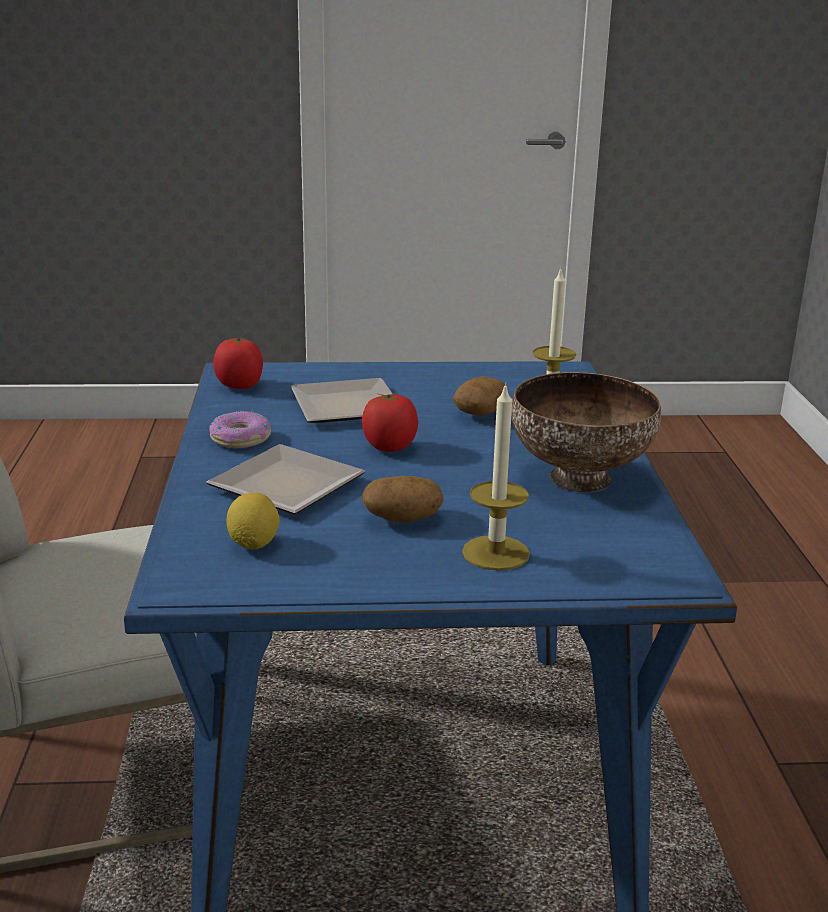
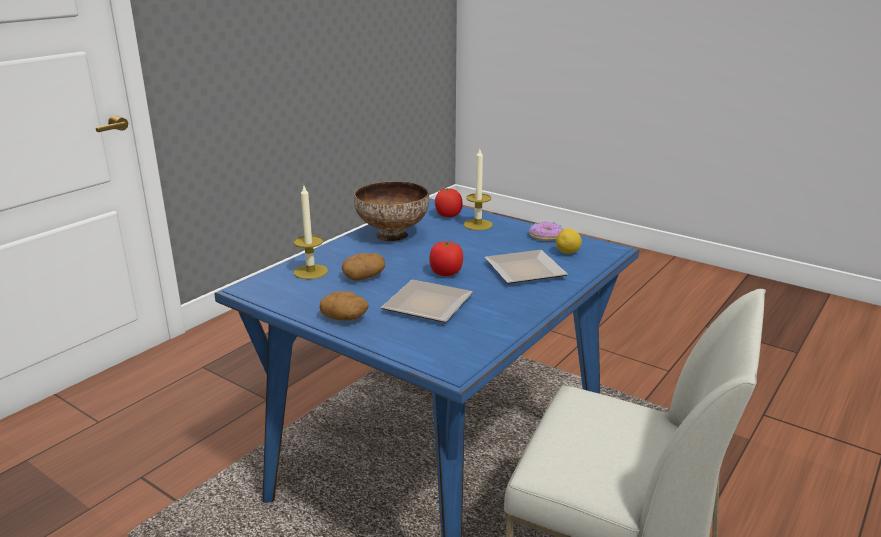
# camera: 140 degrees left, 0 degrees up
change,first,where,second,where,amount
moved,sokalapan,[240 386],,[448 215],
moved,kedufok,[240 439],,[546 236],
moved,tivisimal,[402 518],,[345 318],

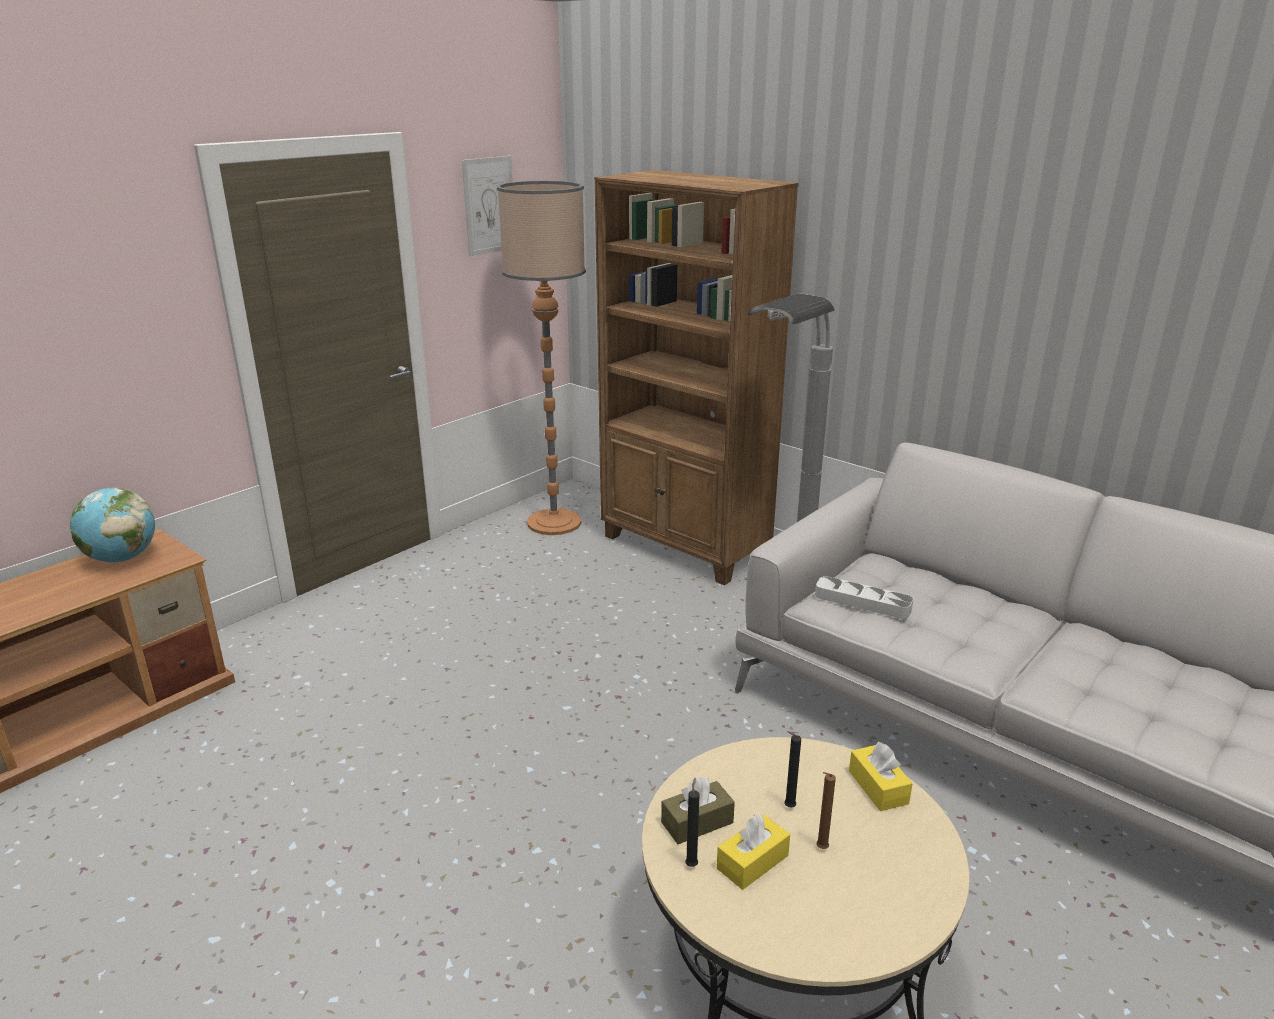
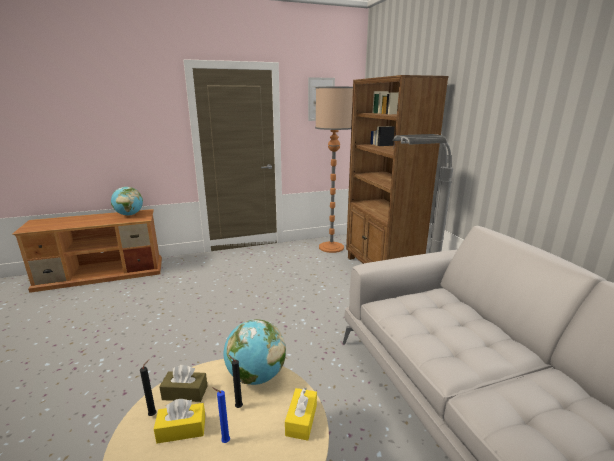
# camera: 30 degrees right, 5 degrees down
change,first,where,second,where,amount
removed,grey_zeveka,[862 602],,,
recoloured,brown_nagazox,[820 849],blue_nagazox,[224 441],
added,,,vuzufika,[256 376],

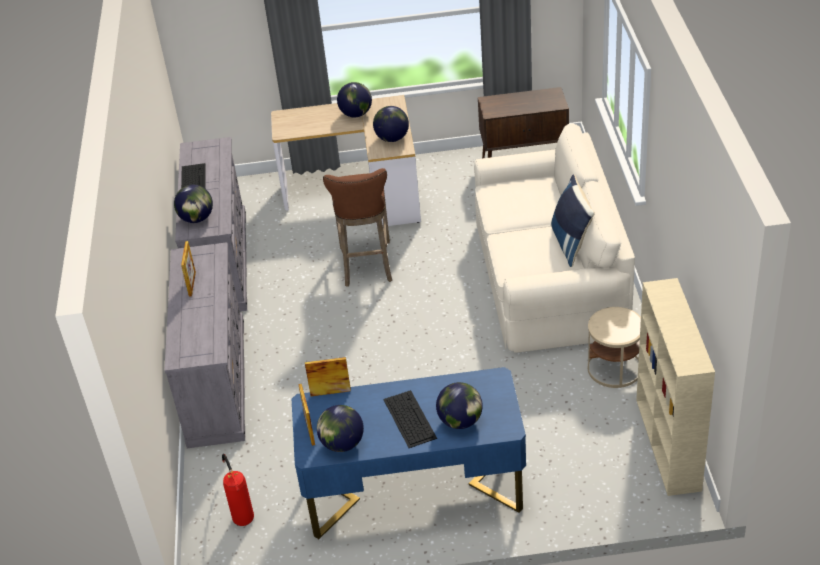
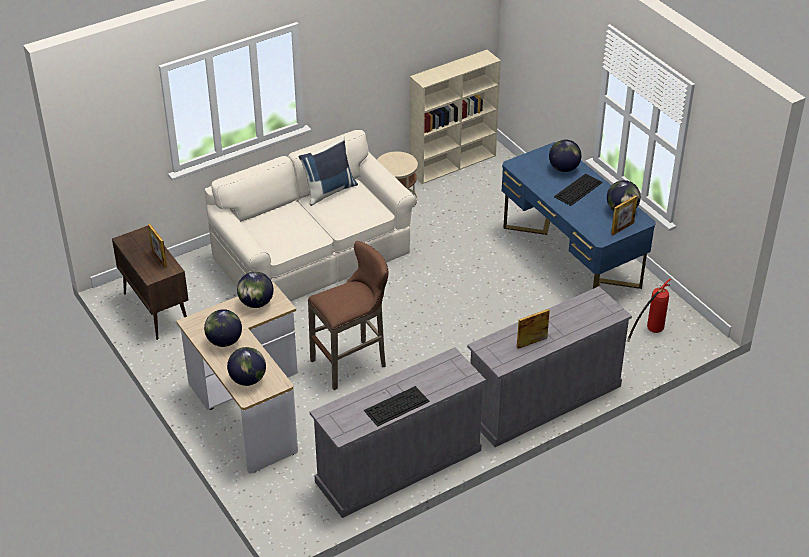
# camera: 120 degrees left, 0 degrees up
change,first,where,second,where,amount
moved,vuzufika,[197 219],,[248 380],
moved,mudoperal,[330 392],,[159 259],

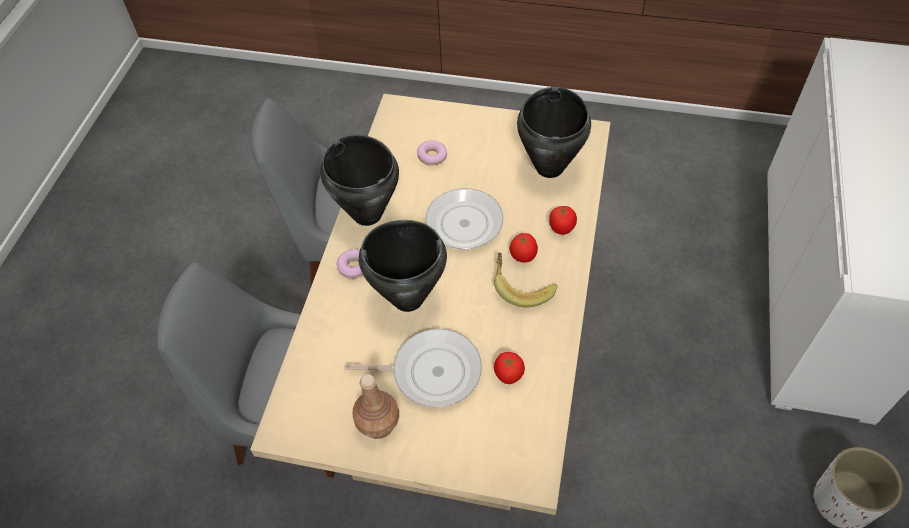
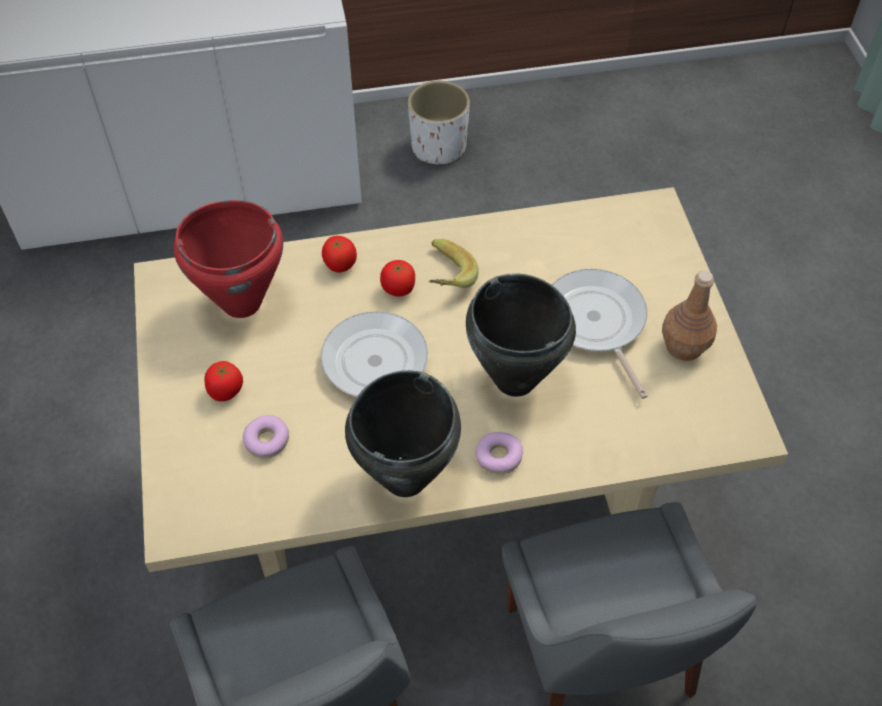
# camera: 115 degrees left, 0 degrees up
change,first,where,second,where,amount
recoloured,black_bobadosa,[550 167],red_bobadosa,[241 302],
moved,sokalapan,[508 374],,[226 391],

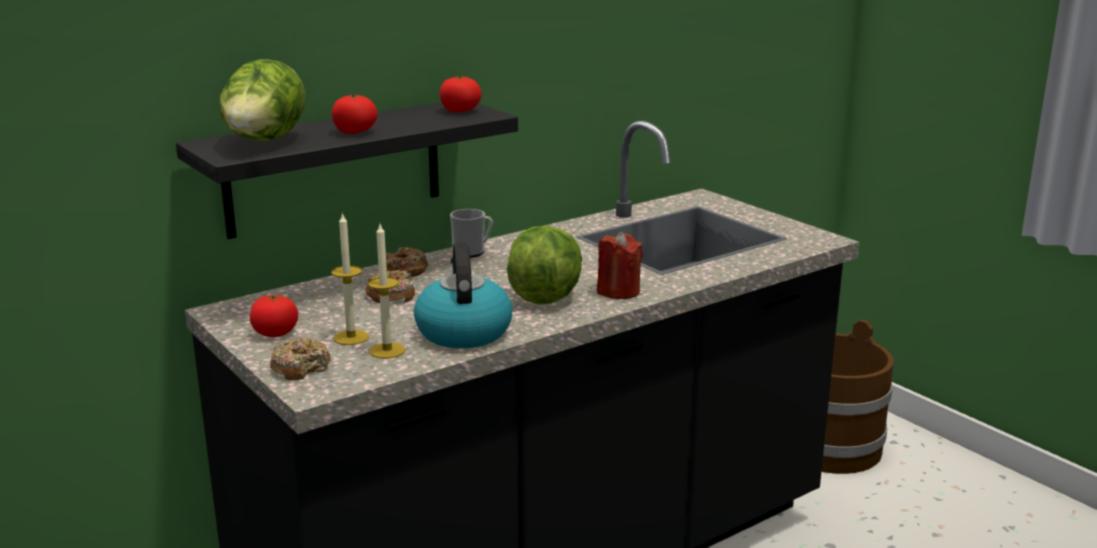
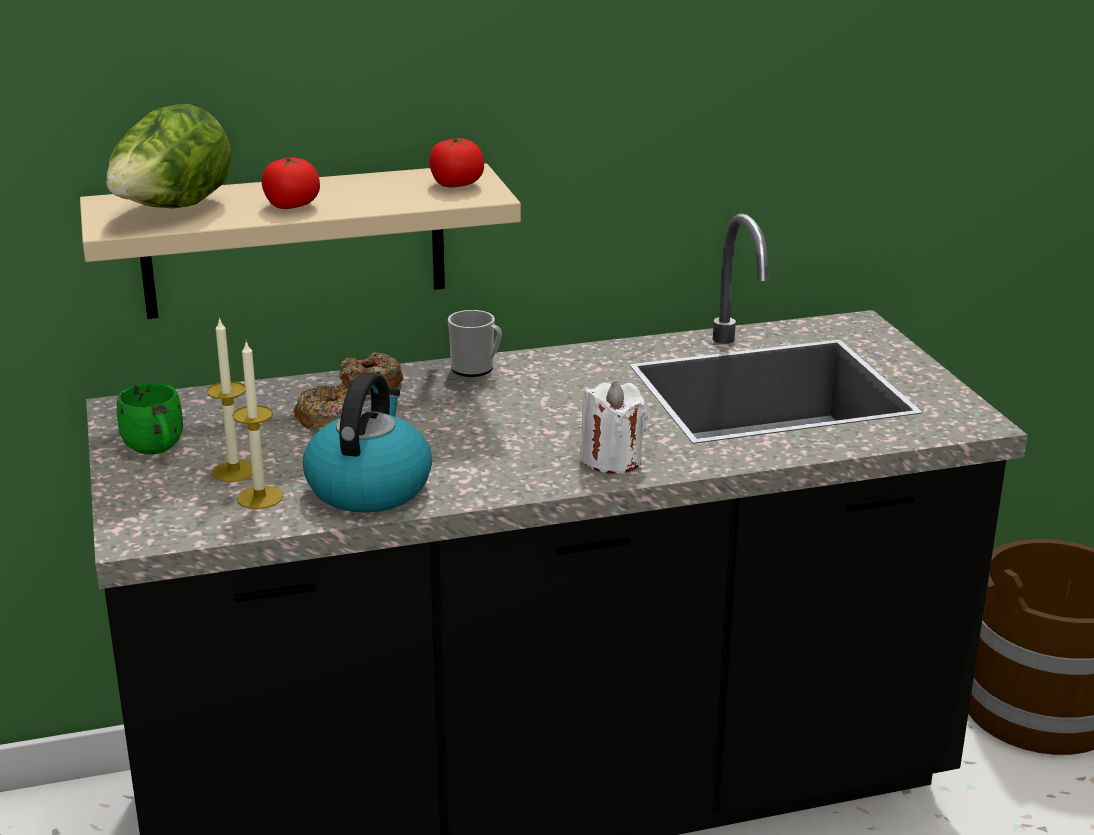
# camera: 20 degrees right, 5 degrees up
change,first,where,second,where,amount
recoloured,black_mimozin,[334 167],beige_mimozin,[294 241],
removed,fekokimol,[545 294],,,
recoloured,red_nagazox,[618 291],white_nagazox,[612 460],
replaced,sokalapan,[275 333],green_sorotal,[156 449],
removed,kedufok,[300 368],,,

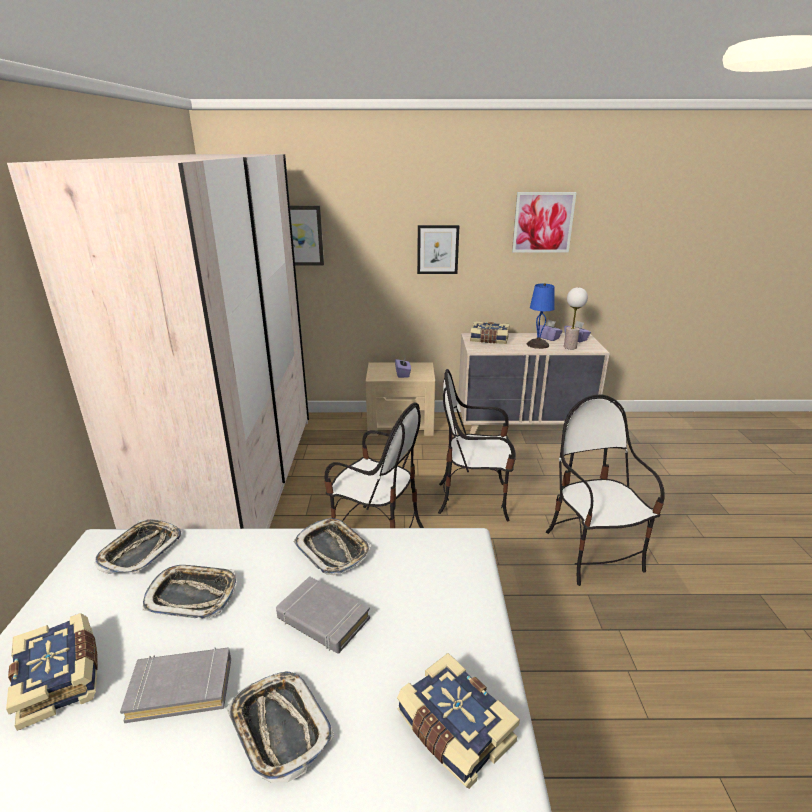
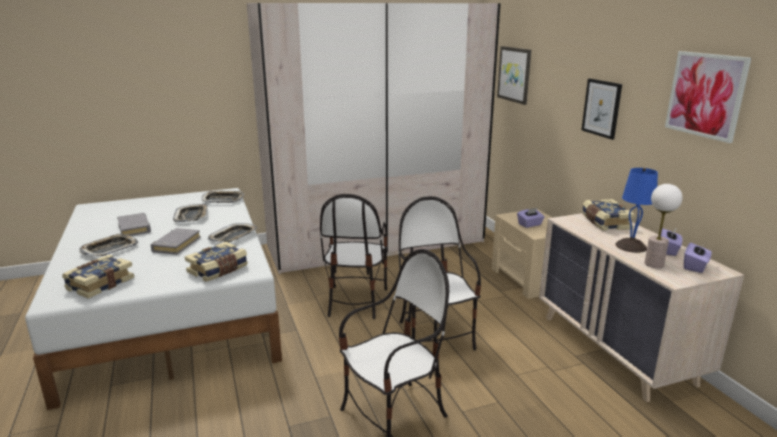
# camera: 70 degrees right, 5 degrees down
change,first,where,second,where,amount
moved,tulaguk,[61 678],,[218 270],

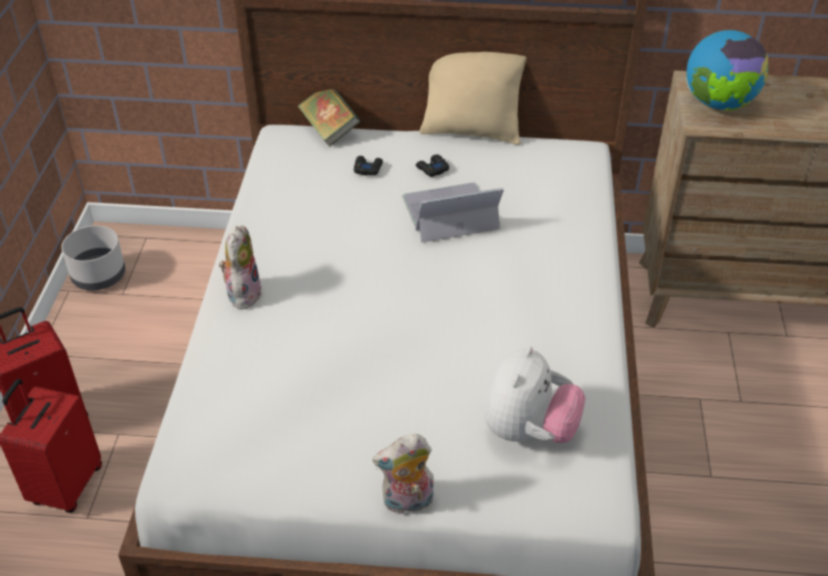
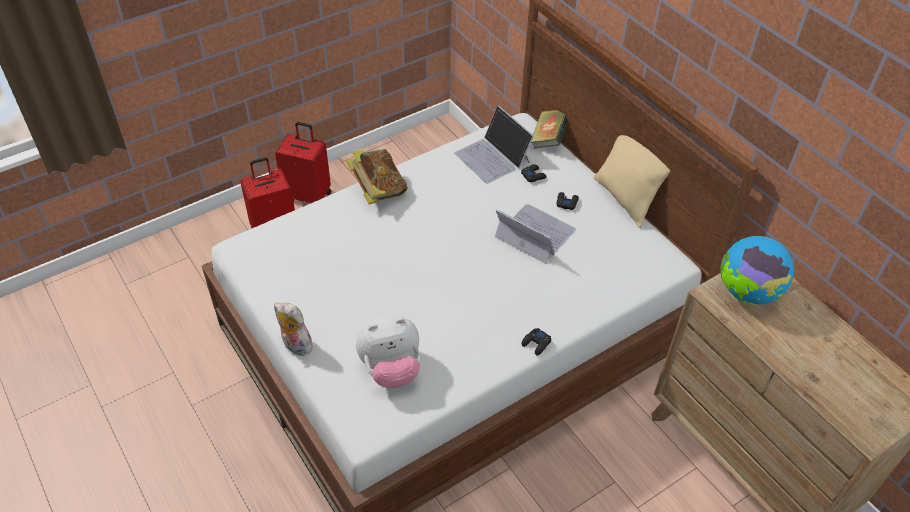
# camera: 50 degrees right, 5 degrees up
change,first,where,second,where,amount
removed,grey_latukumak,[98 276],,,
replaced,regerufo,[242 293],tulaguk,[378 191],
added,,,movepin,[493 157],
added,,,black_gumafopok,[536 343],

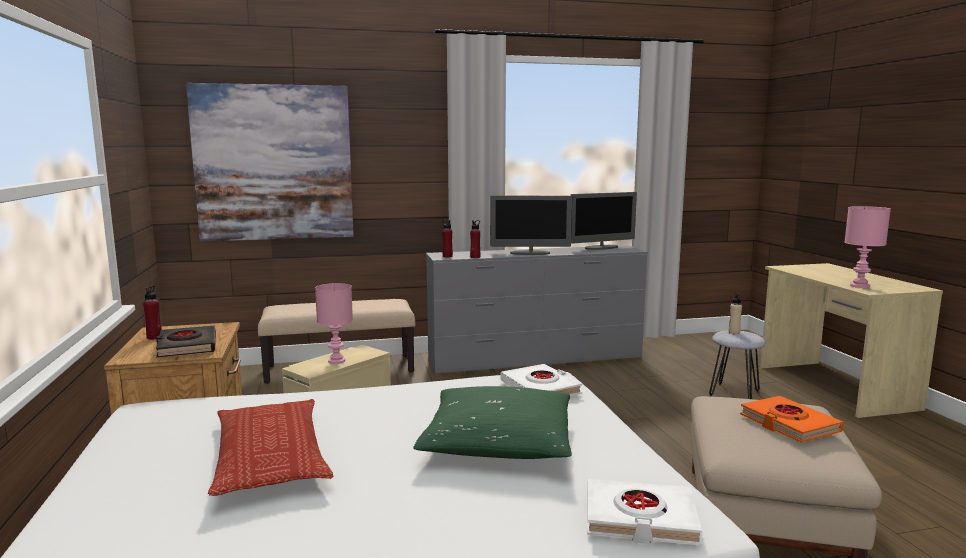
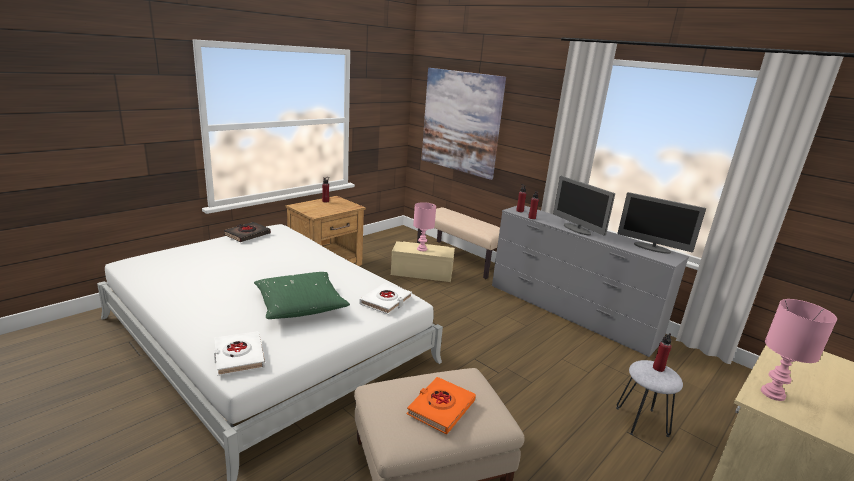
# camera: 55 degrees right, 10 degrees up
change,first,where,second,where,amount
recoloured,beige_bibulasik,[734 332],red_bibulasik,[658 368],
moved,black_tulaguk,[187 346],,[247 235],
removed,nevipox,[270 456],,,

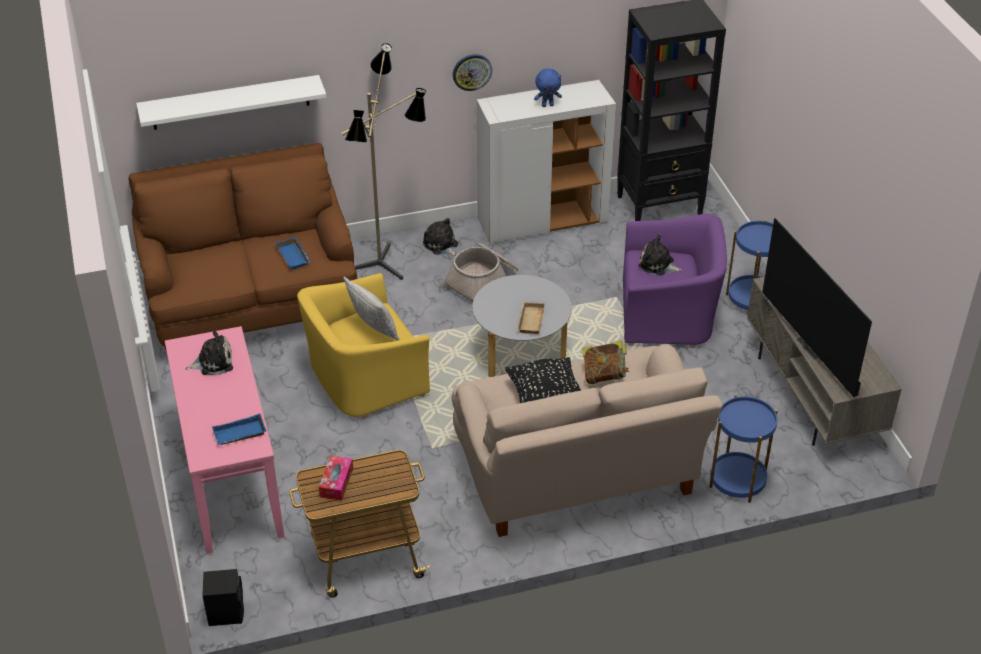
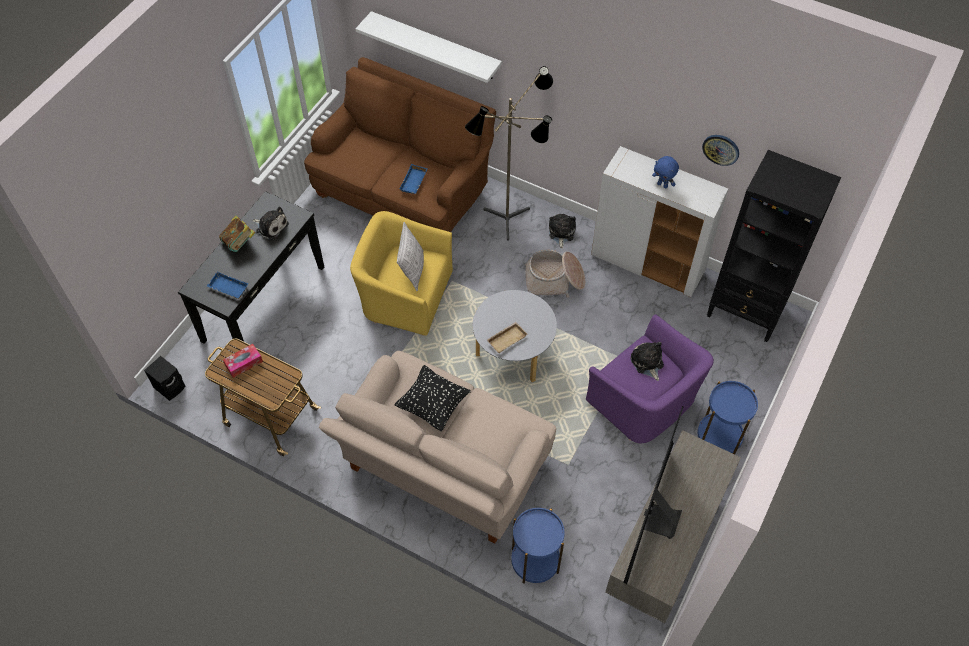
# camera: 45 degrees right, 15 degrees up
change,first,where,second,where,amount
moved,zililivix,[472 72],,[721 149],
recoloured,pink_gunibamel,[230 478],black_gunibamel,[263 303],
moved,tulaguk,[604 375],,[239 243],

